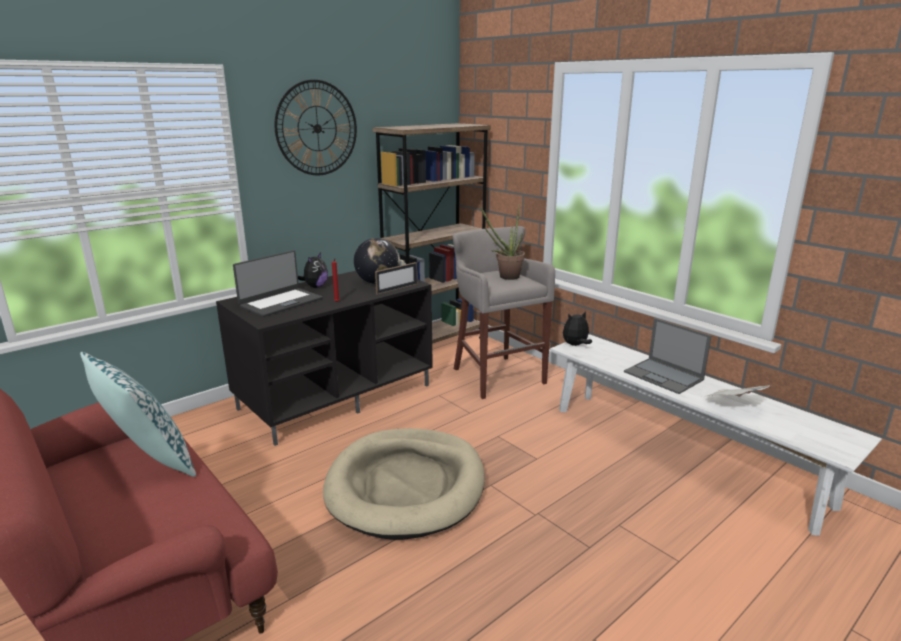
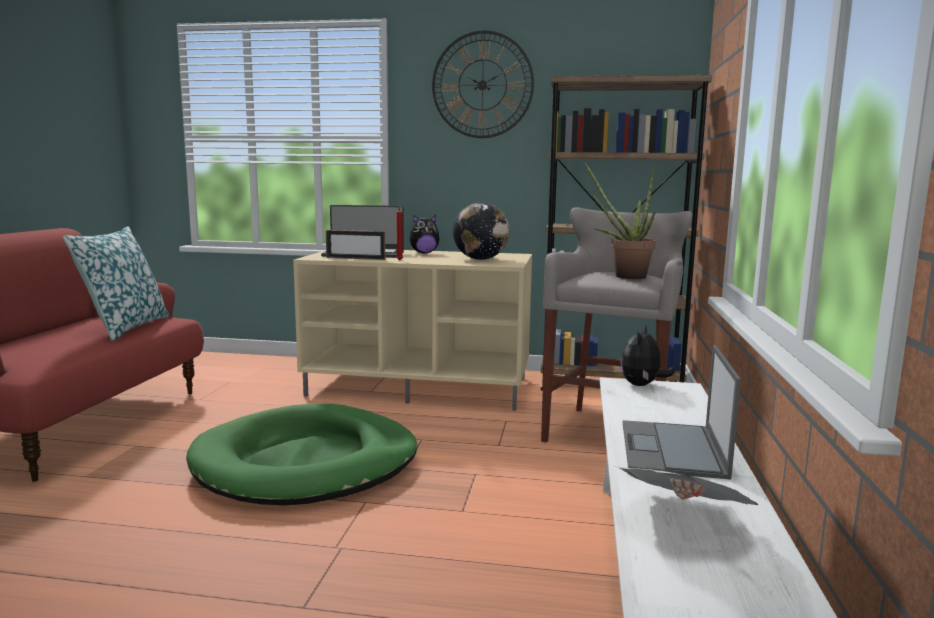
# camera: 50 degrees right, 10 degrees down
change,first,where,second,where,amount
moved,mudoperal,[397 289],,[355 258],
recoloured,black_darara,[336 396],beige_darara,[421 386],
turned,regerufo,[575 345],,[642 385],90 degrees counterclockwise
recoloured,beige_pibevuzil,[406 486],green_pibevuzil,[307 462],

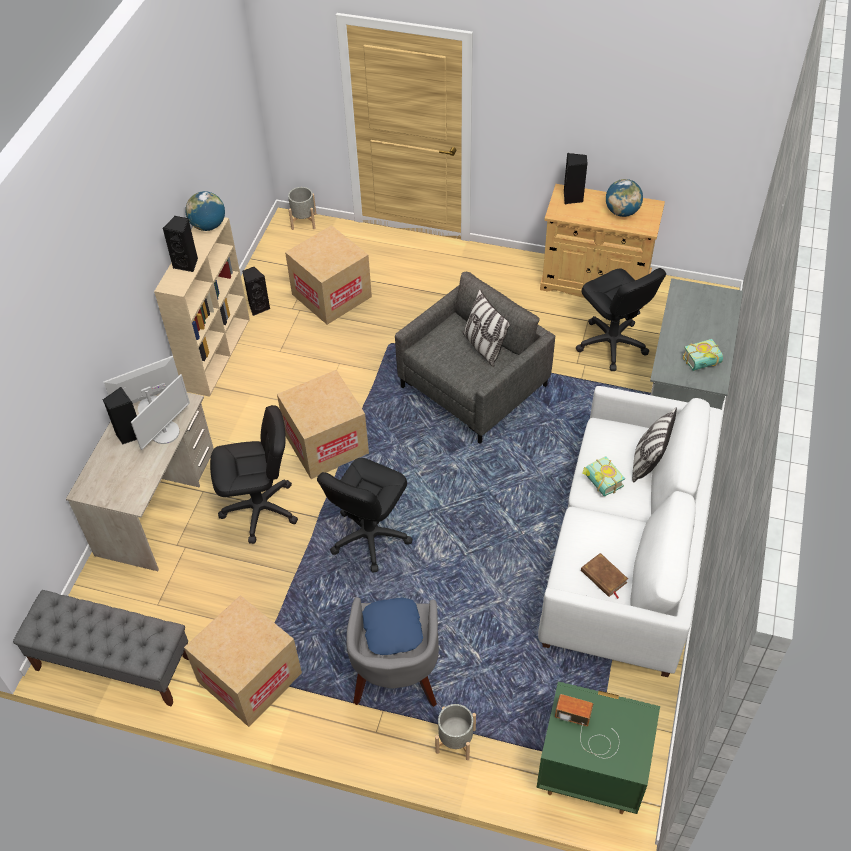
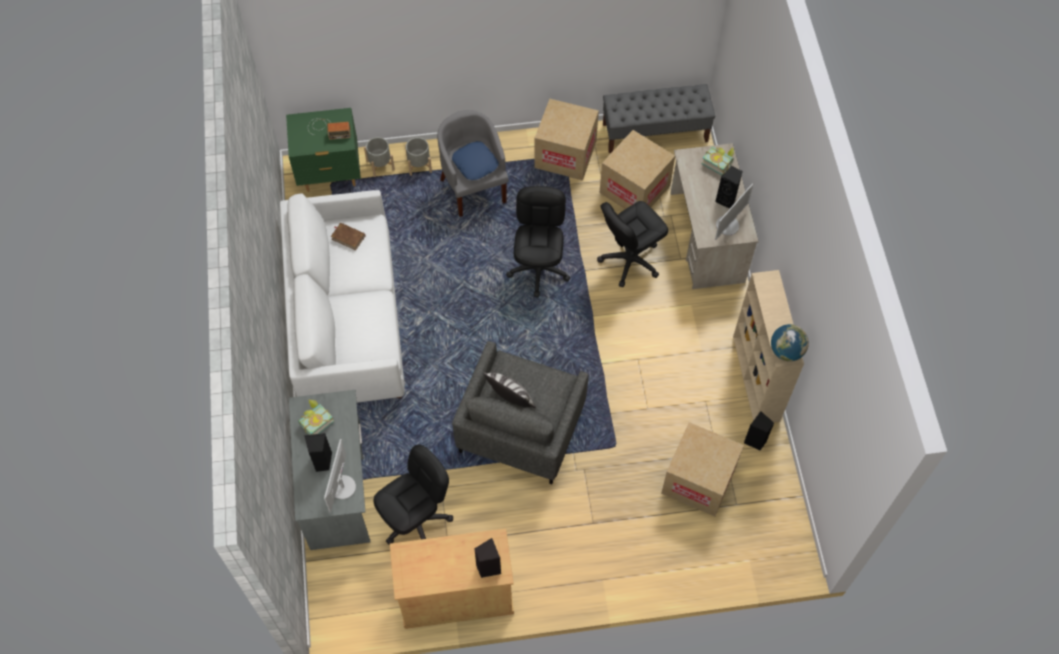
# camera: 155 degrees right, 10 degrees up
change,first,where,second,where,amount
removed,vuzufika,[622 212],,,
moved,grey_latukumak,[303 221],,[380 165],
moved,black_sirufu,[187 264],,[322 462],
turned,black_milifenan,[611 344],,[416 521],105 degrees clockwise
moved,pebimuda,[326 444],,[634 189],
moved,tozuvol,[165 432],,[342 487],
removed,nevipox,[648 462],,,
moved,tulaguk,[599 483],,[718 162],

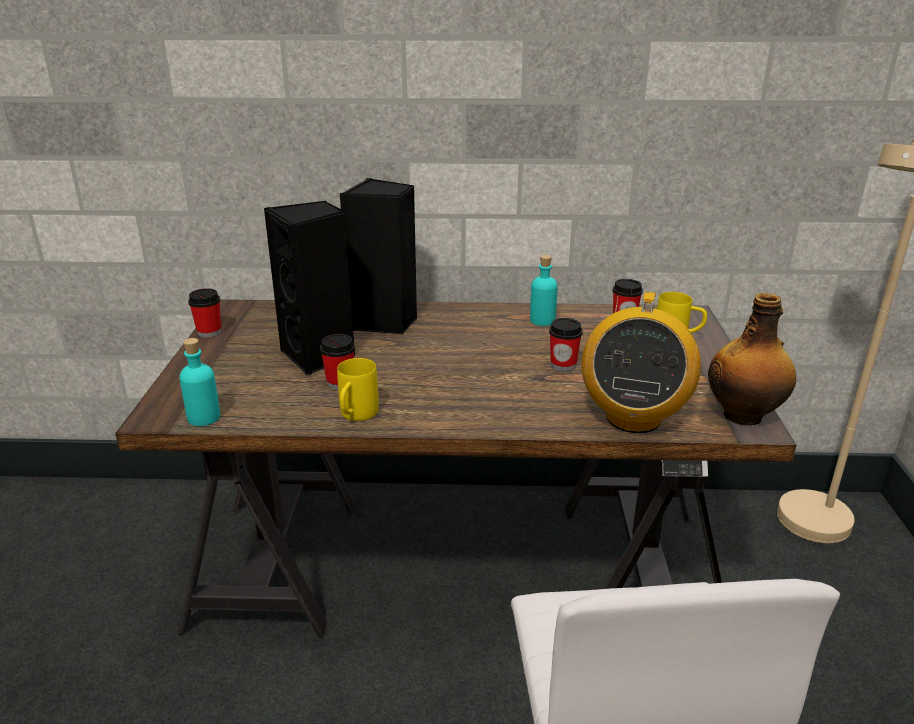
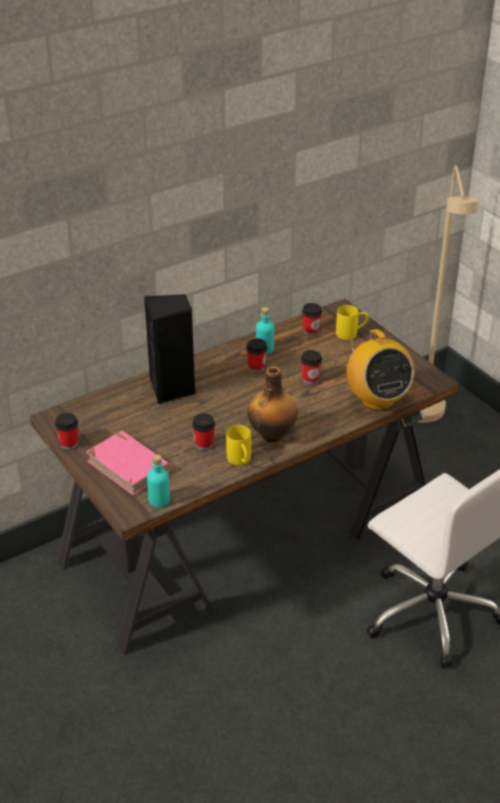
# camera: 35 degrees left, 10 degrees up
change,first,where,second,where,amount
removed,black_sirufu,[319 356],,,
moved,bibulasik,[744 415],,[272 434],
added,,,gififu,[256 367],
added,,,pink_tulaguk,[128 466],

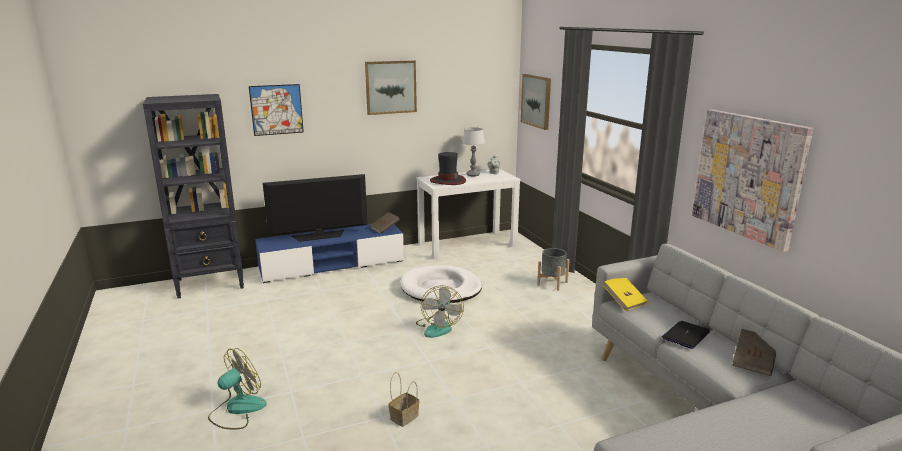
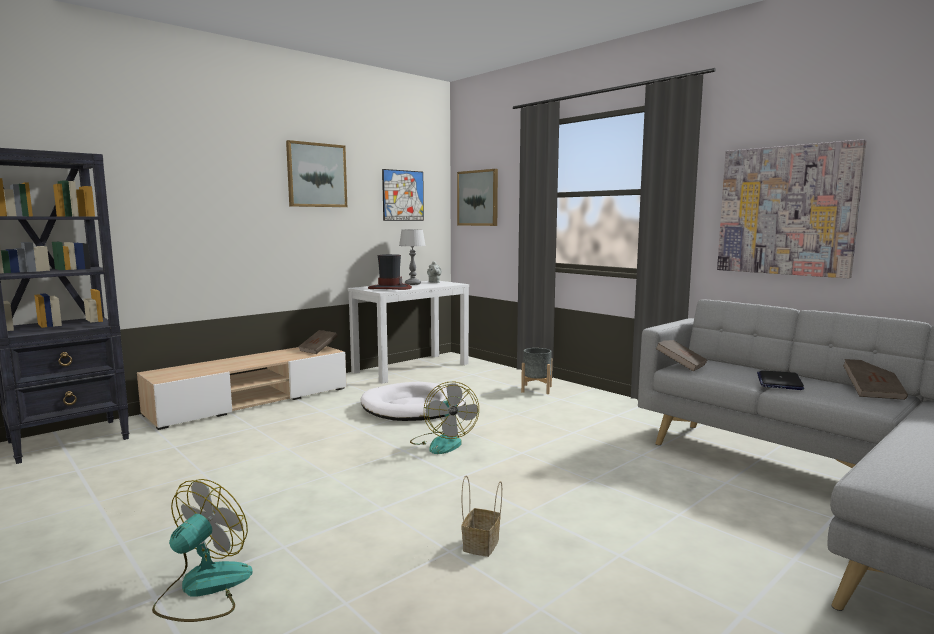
# camera: 20 degrees left, 10 degrees down
change,first,where,second,where,amount
moved,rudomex,[276 109],,[403 195],
removed,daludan,[319 236],,,
recoloured,blue_darara,[332 264],beige_darara,[251 401],
recoloured,yellow_tulaguk,[624 301],brown_tulaguk,[680 365],

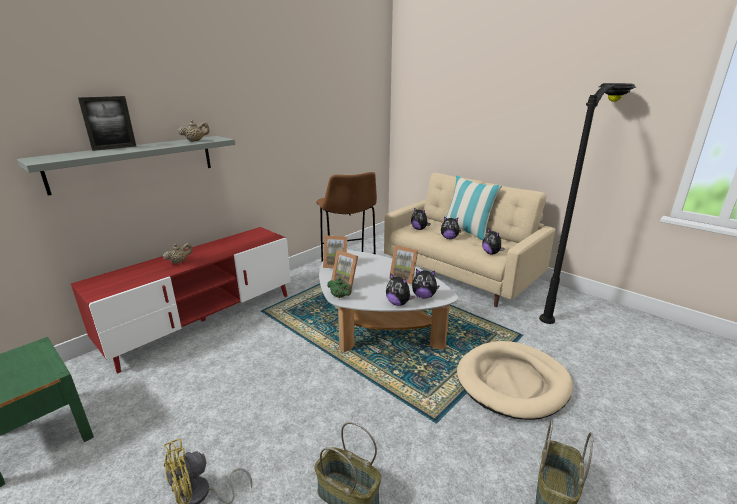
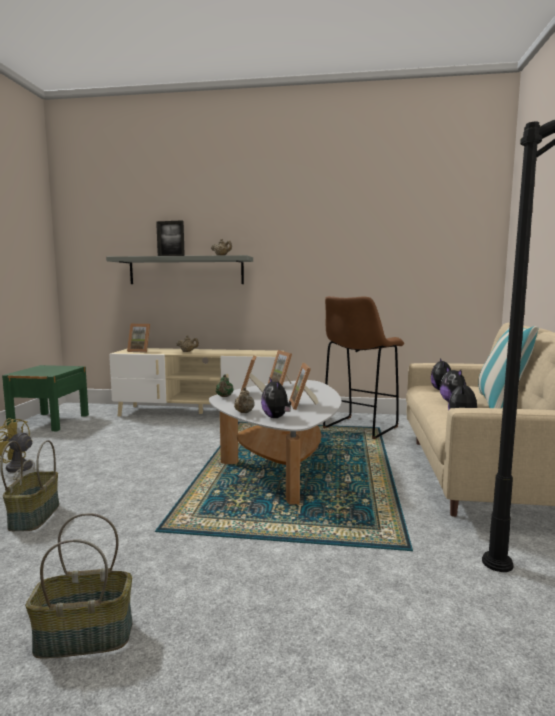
# camera: 55 degrees right, 15 degrees down
change,first,where,second,where,amount
recoloured,red_darara,[204 320],beige_darara,[200 414],
replaced,regerufo,[398 303],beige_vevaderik,[244 412],
removed,beige_pibevuzil,[512 382],,,
added,,,mudoperal,[140 351],

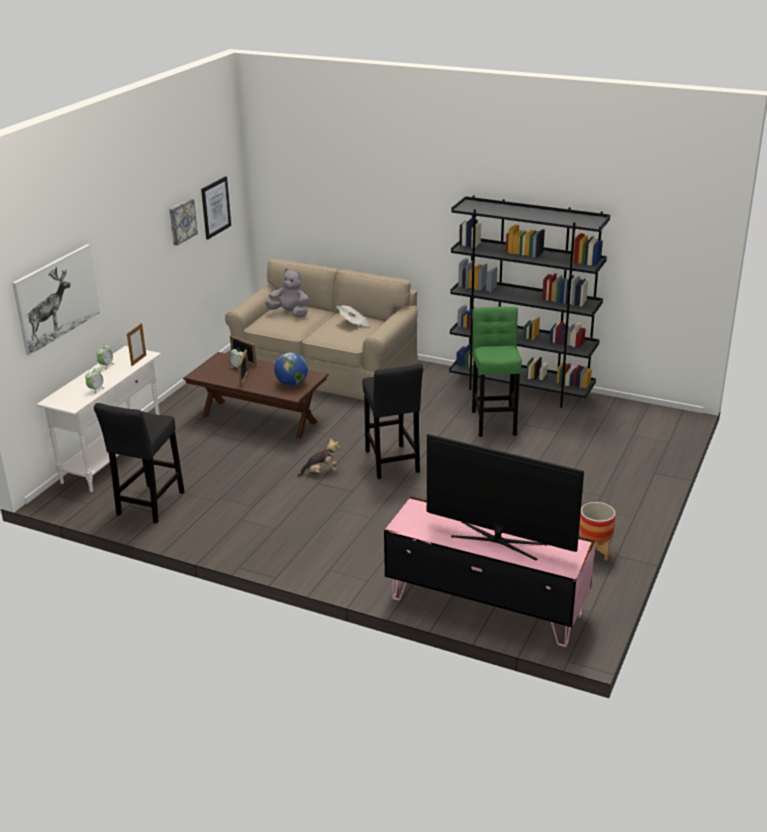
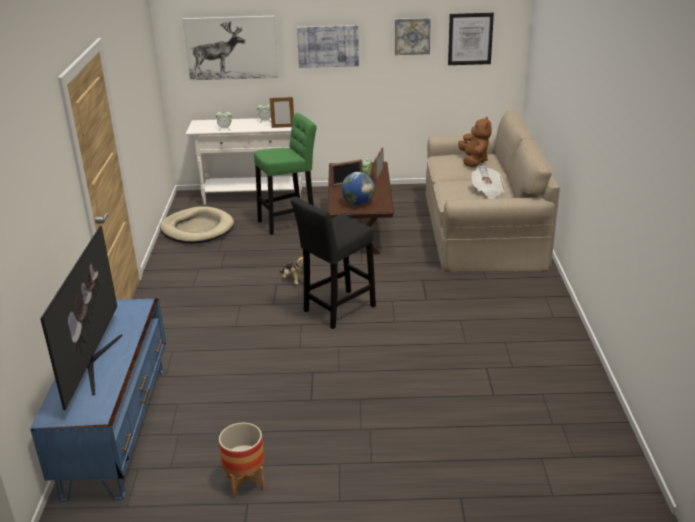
# camera: 65 degrees right, 0 degrees up
change,first,where,second,where,amount
removed,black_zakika,[521 390],,,
recoloured,grey_regerufo,[290 313],brown_regerufo,[473 161],
moved,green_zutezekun,[494 421],,[290 222],
replaced,black_zutezekun,[149 506],beige_pibevuzil,[197 229],
recoloured,pink_darara,[485 605],blue_darara,[117 429],
added,,,rudomex,[328 46],

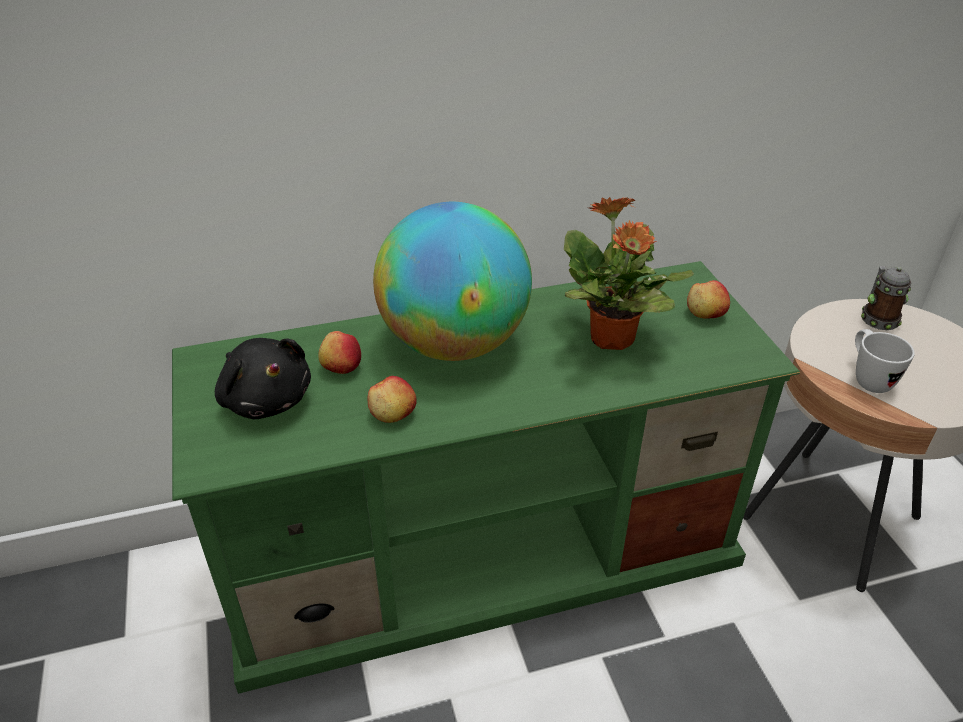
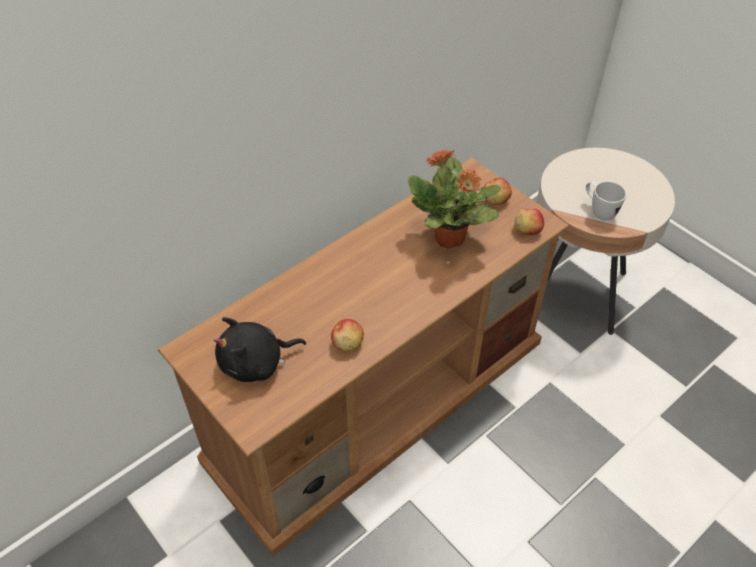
# camera: 25 degrees left, 10 degrees up
change,first,where,second,where,amount
removed,vuzufika,[455 343],,,
recoloured,green_darara,[485 551],brown_darara,[379 396],
removed,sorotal,[877 317],,,
moved,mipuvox,[341 367],,[527 230],
turned,black_regerufo,[266 399],,[256 363],135 degrees clockwise

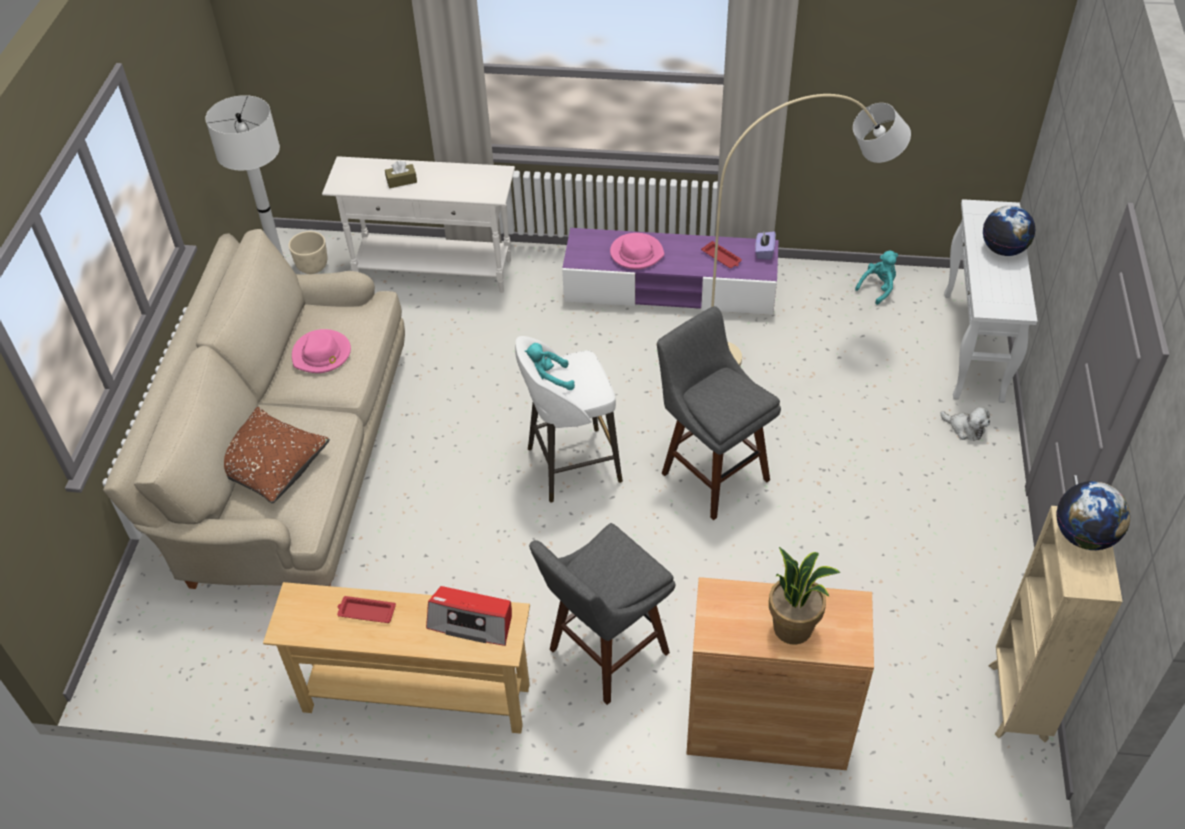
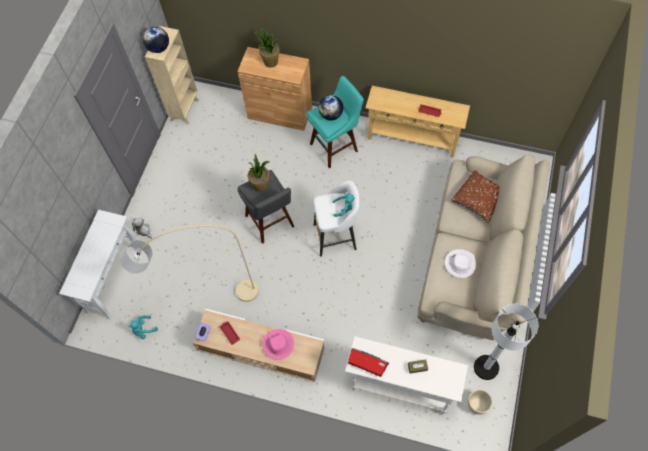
# camera: 170 degrees left, 15 degrees up
change,first,where,second,where,amount
moved,vuzufika,[1003 249],,[331 115],
recoloured,purple_darara,[670 289],beige_darara,[261 349],
recoloured,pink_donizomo,[322 354],white_donizomo,[459 264],
recoloured,grey_zutezekun,[604 654],turquoise_zutezekun,[336 146],
moved,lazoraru,[471 622],,[367 363],
added,,,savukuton,[261 185],

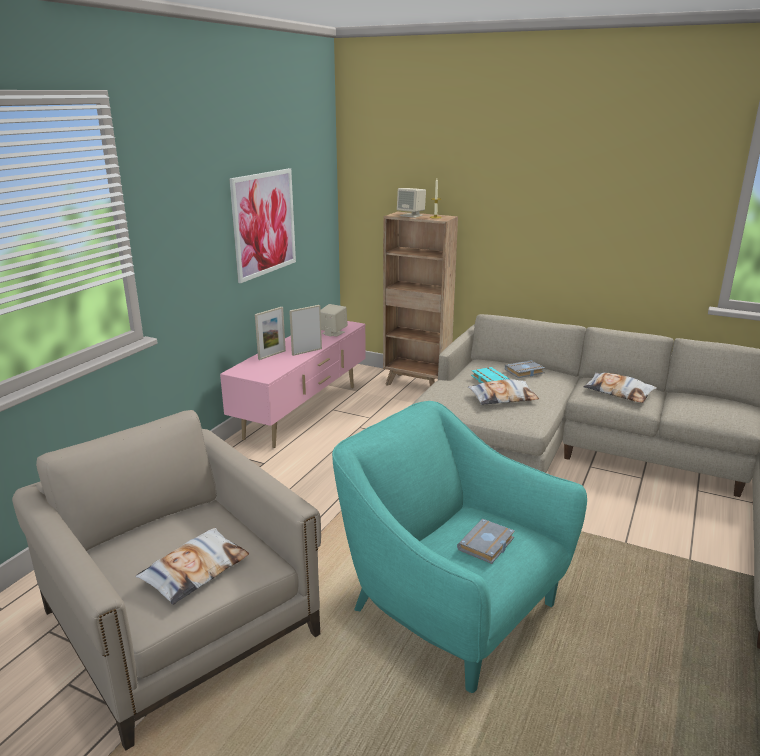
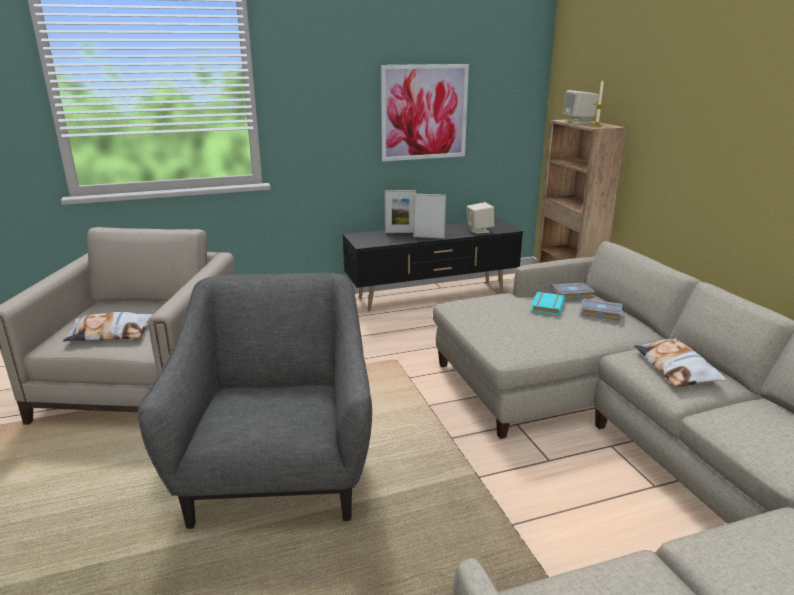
# camera: 45 degrees right, 0 degrees up
change,first,where,second,where,amount
recoloured,pink_darara,[303 411],black_darara,[432 296],
removed,nevipox,[503 397],,,
recoloured,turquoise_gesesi,[450 608],grey_gesesi,[279 470],
moved,grey_tulaguk,[487 545],,[571 295],

